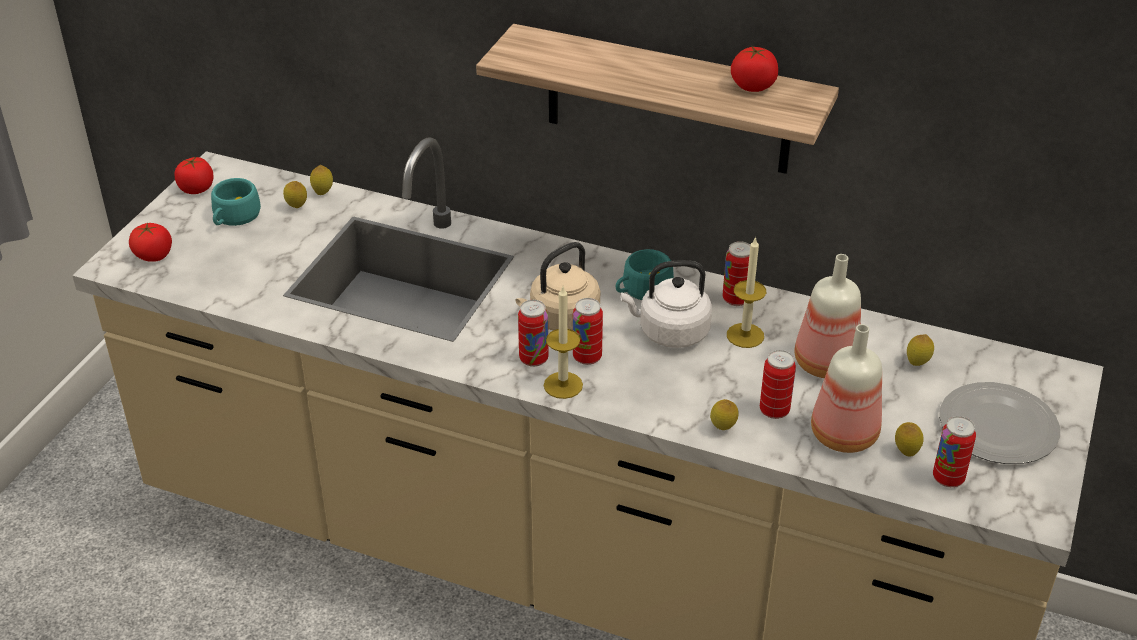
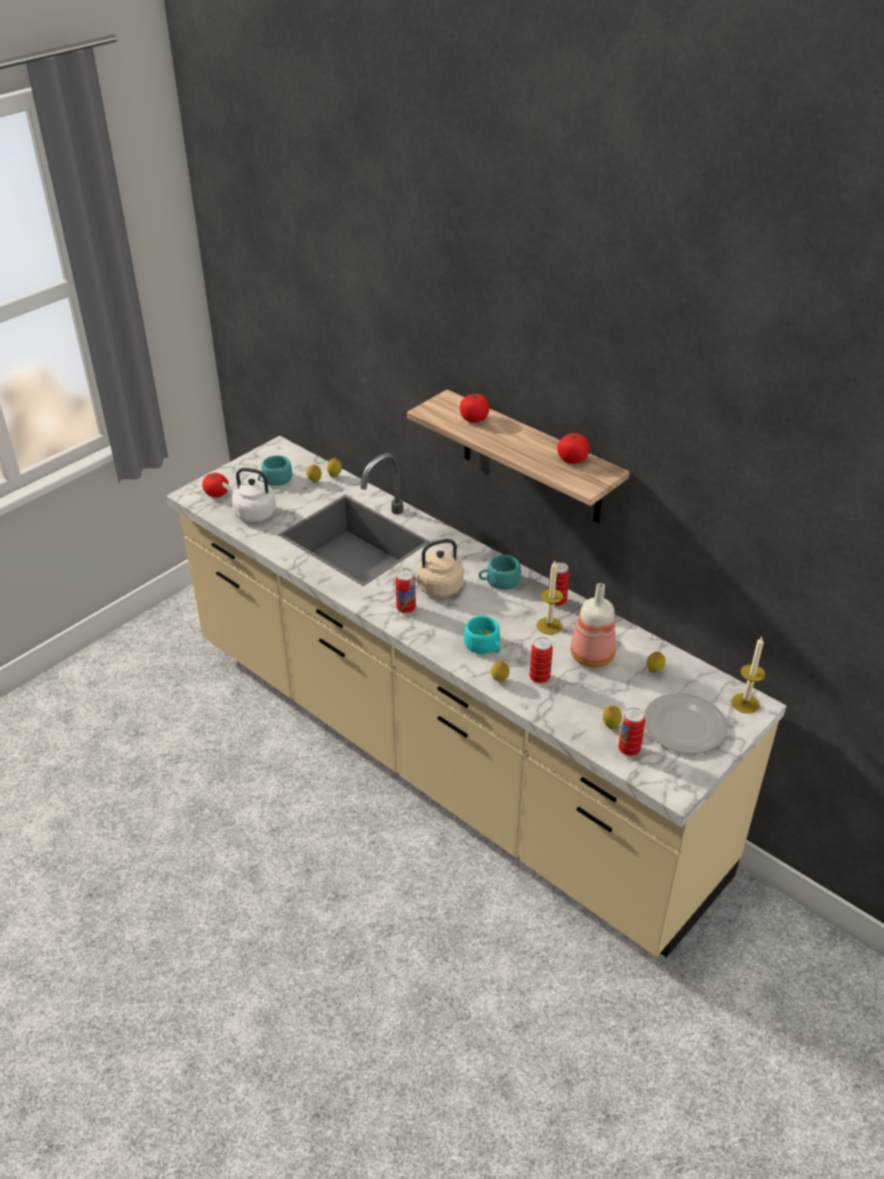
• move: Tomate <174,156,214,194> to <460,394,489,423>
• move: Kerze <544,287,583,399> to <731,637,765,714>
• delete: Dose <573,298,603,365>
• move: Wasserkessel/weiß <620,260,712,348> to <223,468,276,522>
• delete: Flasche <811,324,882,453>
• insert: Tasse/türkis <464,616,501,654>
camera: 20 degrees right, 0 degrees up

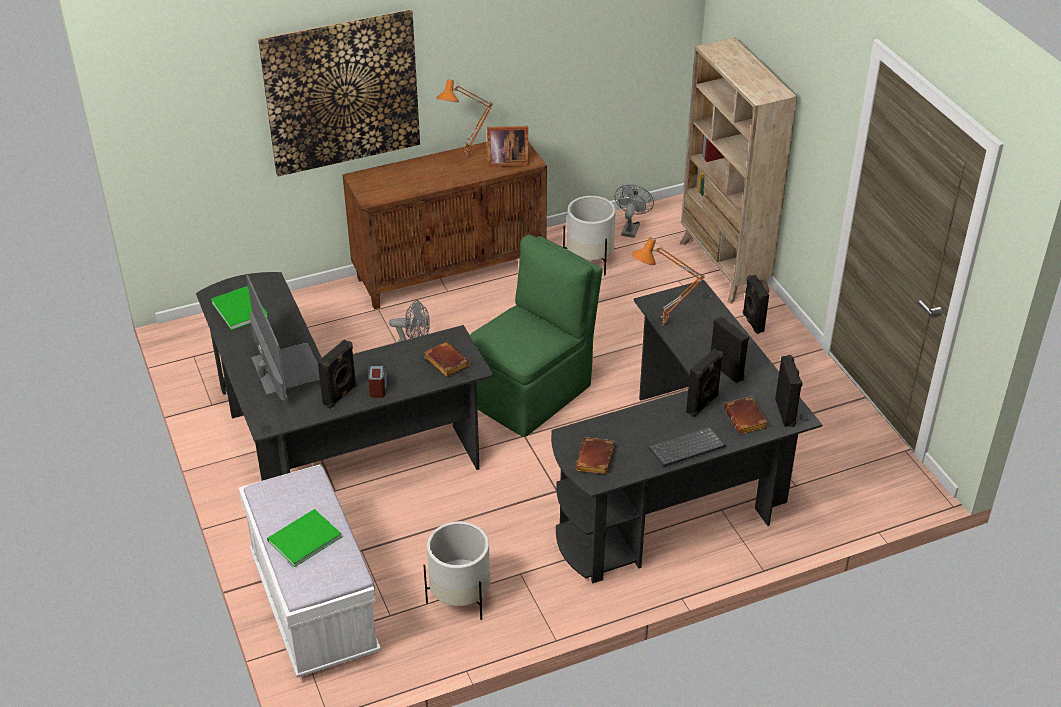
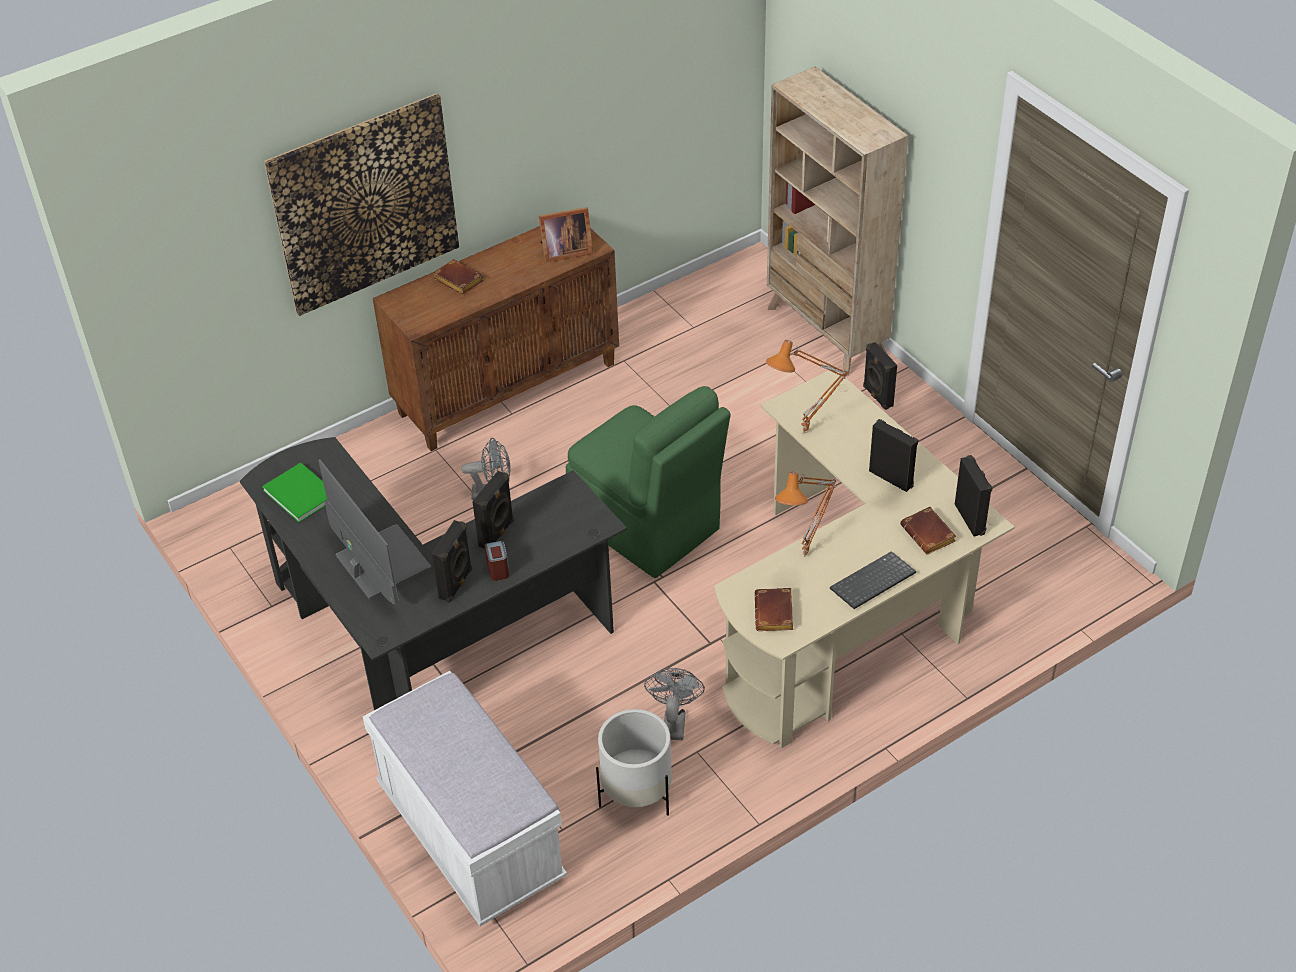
• delete: Buch/grün <267,509,342,567>
• move: Buch/braun <424,342,470,377> to <433,259,484,294>
• move: Tischlampe/orange <436,79,493,159> to <775,471,837,558>
• rotate: Stuhl/grün <470,235,603,437> = <566,386,731,578> 105 degrees clockwise
• recolor: Schreibtisch/schwarz <551,280,822,583> to Schreibtisch/beige <714,369,1015,749>
• delete: Pflanzkübel/weiß <563,196,616,275>
• move: Ventilator/grau <614,184,654,238> to <644,668,705,740>
• move: Lautsprecher/schwarz <686,349,723,417> to <472,471,514,550>
camera: 10 degrees left, 5 degrees up

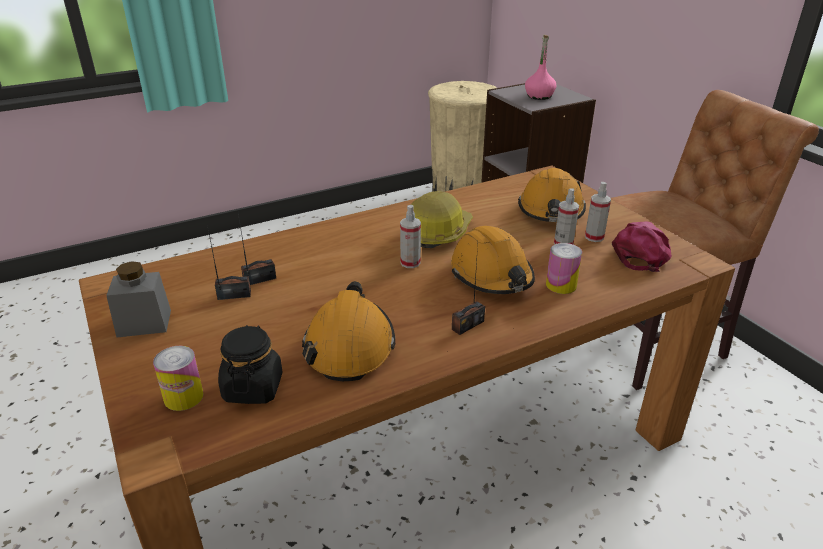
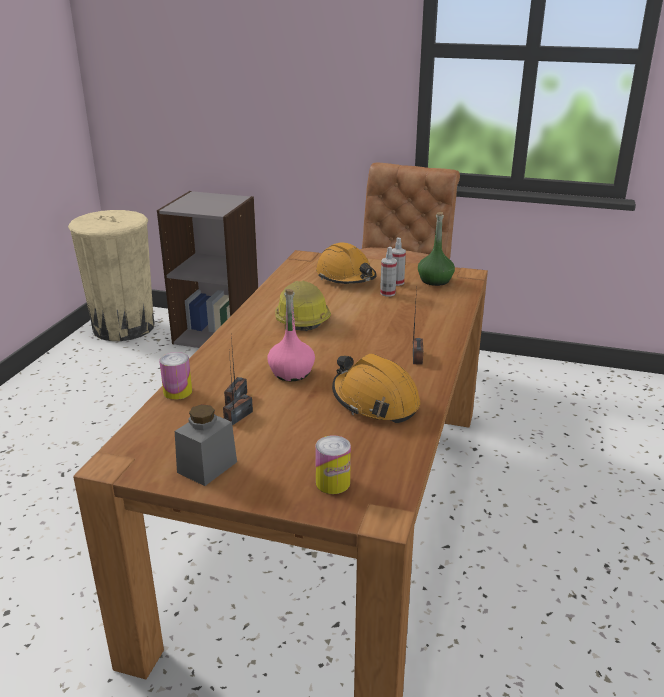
• delete: Vorratsglas/schwarz <218,325,282,404>
• delete: Sprühflasche <400,205,421,268>
• delete: Schutzhelm/orange <451,226,535,294>
• move: Flasche/rosa <525,35,556,100> to <267,289,315,381>
• move: Dose <546,243,582,294> to <159,352,192,400>
• replace: Kappe/rosa <612,221,672,272> to Flasche/grün <418,212,455,286>
camera: 45 degrees left, 5 degrees down

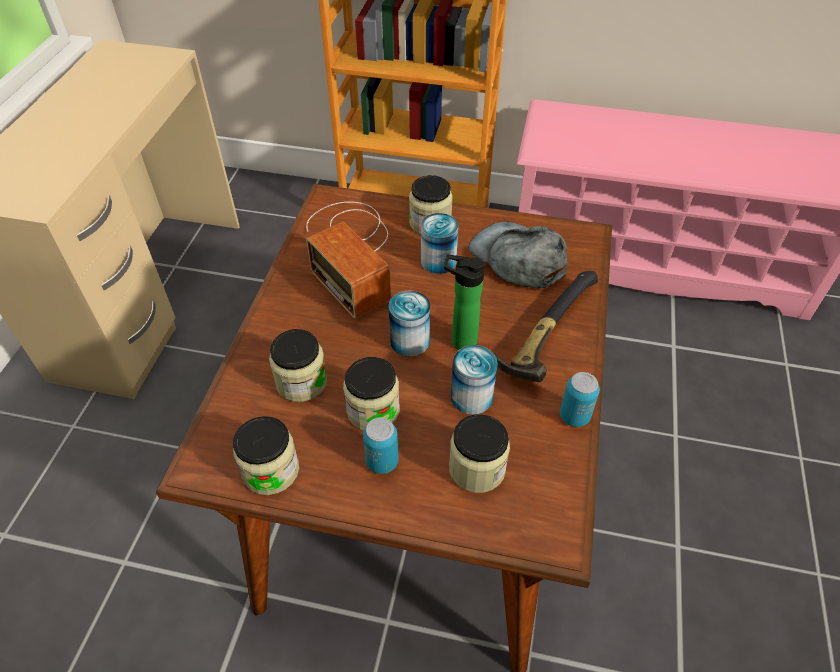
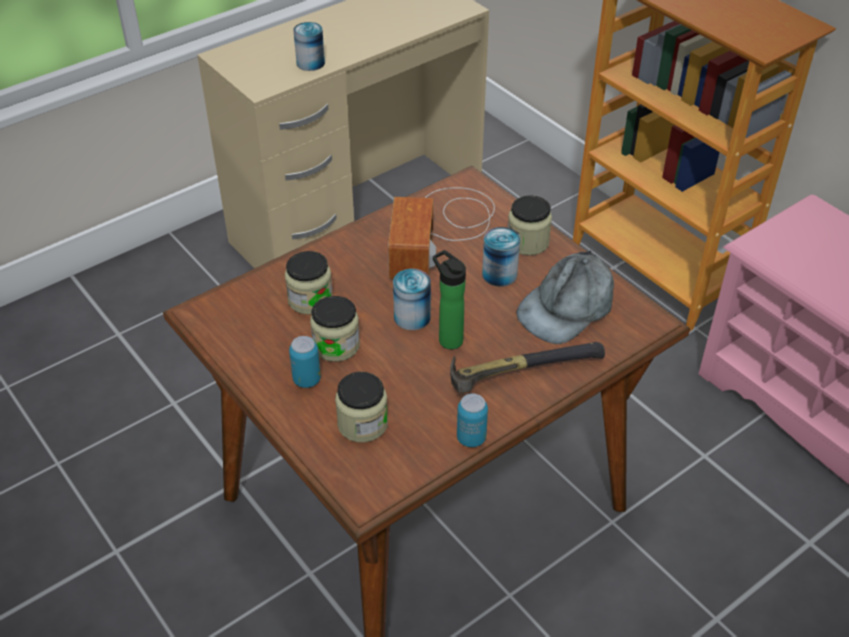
• delete: Vorratsglas <233,416,299,495>
• move: Dose <451,345,498,415> to <293,22,325,71>
• rotate: Kappe/grau <468,222,568,288> = <516,251,614,344> 135 degrees counterclockwise
camera: 40 degrees right, 5 degrees down

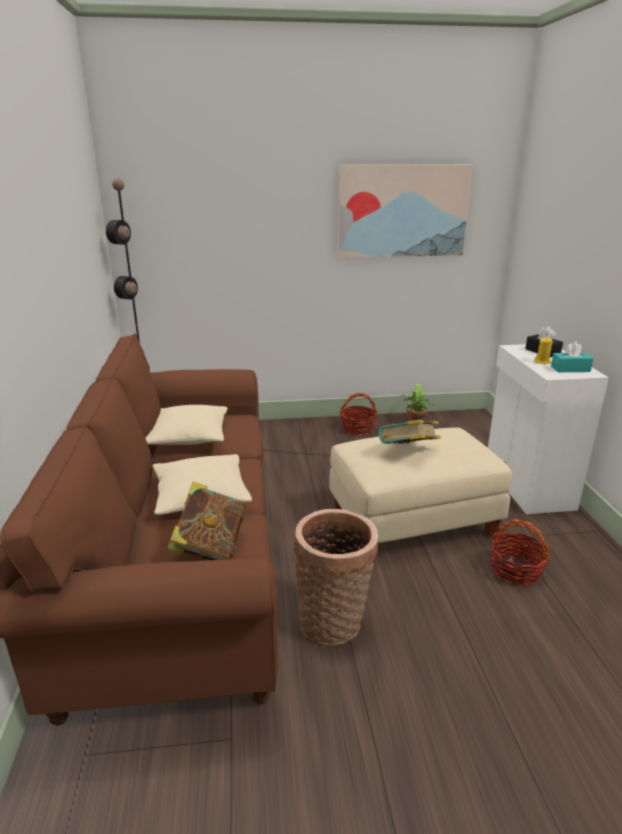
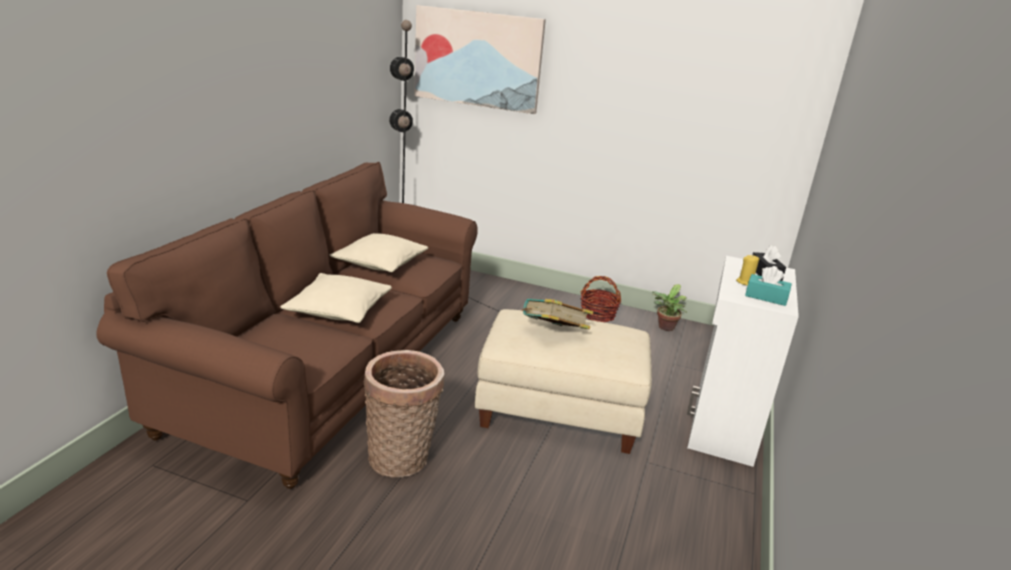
• delete: Buch <167,482,246,560>
• move: Bild <338,164,473,258> to <414,5,546,114>
• delete: Korb <491,520,550,586>
camera: 25 degrees right, 0 degrees up

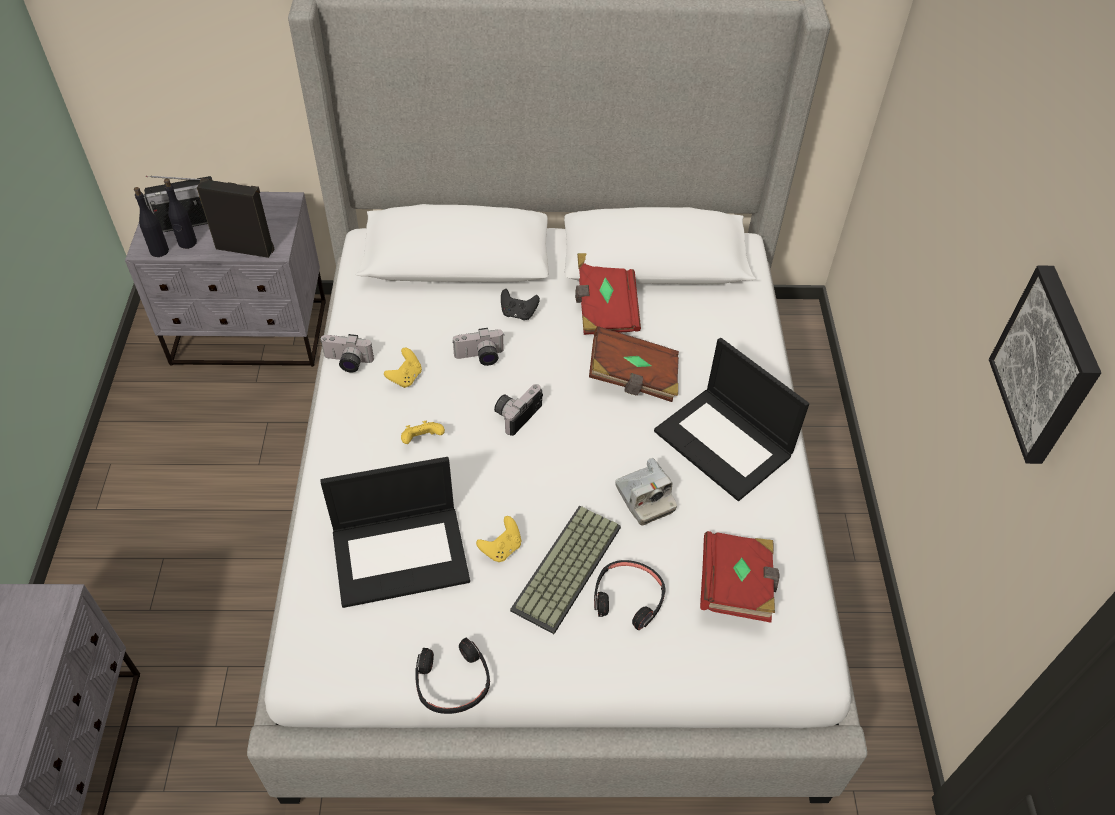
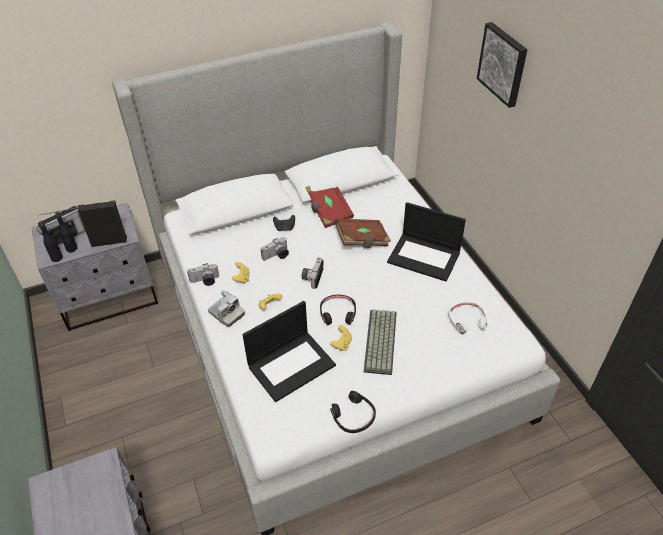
• move: Kopfhörer/schwarz <594,560,665,630> to <320,295,356,325>
• move: Kamera <615,458,677,526> to <208,290,245,327>
• replace: Buch/rot <700,531,780,623> to Kopfhörer/weiß <449,302,487,335>
• move: Bild <989,266,1101,464> to <477,22,527,108>
camera: 20 degrees left, 5 degrees down

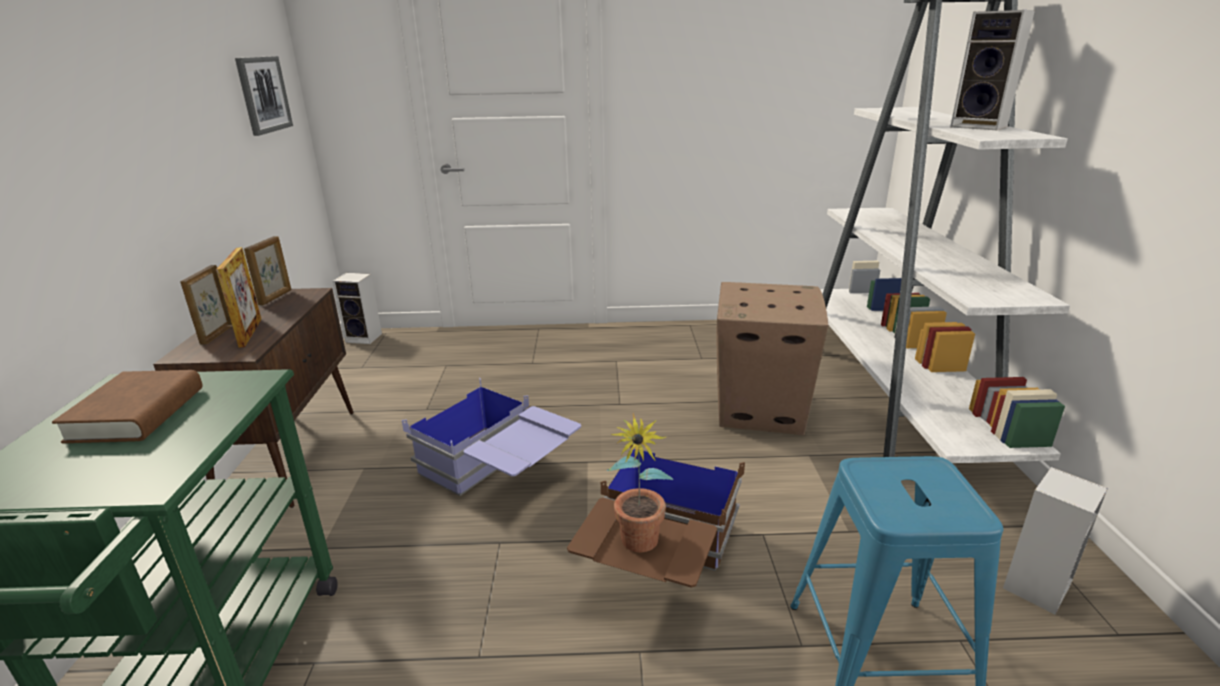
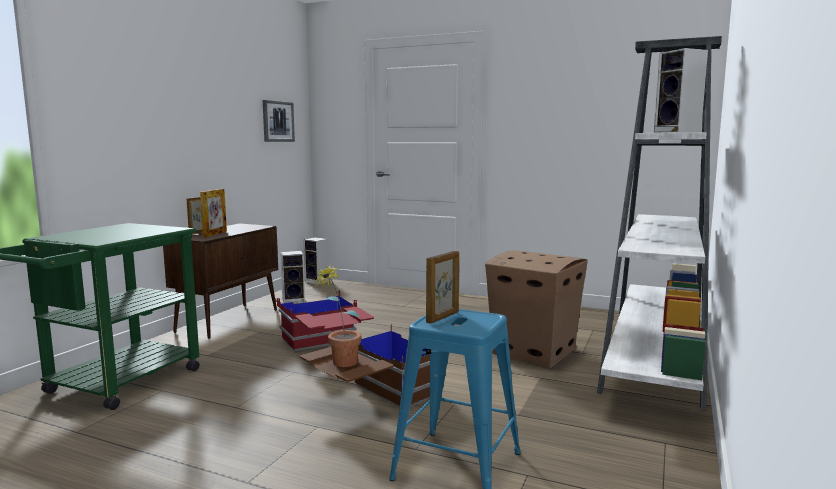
• delete: Buch/braun <52,370,202,443>
• move: Bilderrahmen <244,236,291,305> to <426,251,459,324>
• recolor: Aufbewahrungsbox/blau <402,378,581,496> to Aufbewahrungsbox/rot <277,290,374,351>
• move: Lautsprecher <1003,467,1108,615> to <280,251,305,304>
camera: 25 degrees right, 15 degrees down

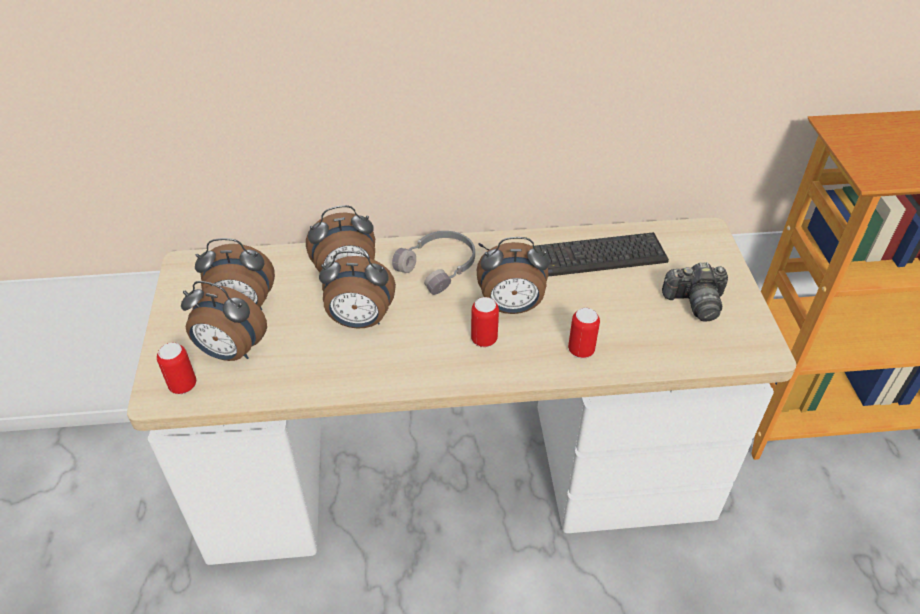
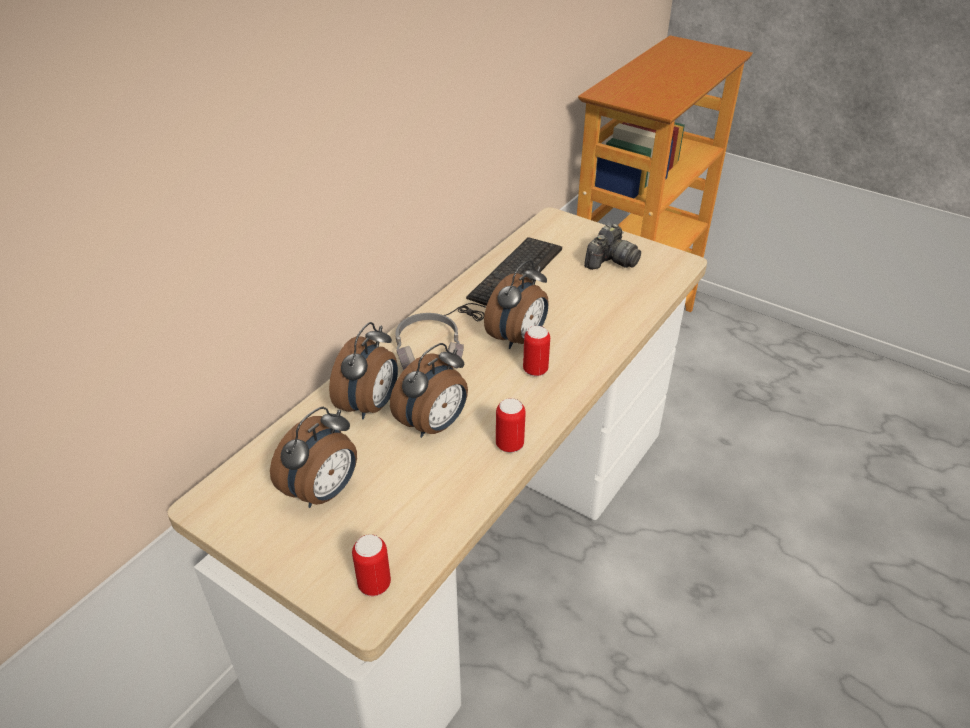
• delete: Wecker <181,281,267,361>
• move: Dose <568,308,600,358> to <496,398,526,453>
camera: 50 degrees left, 5 degrees down

